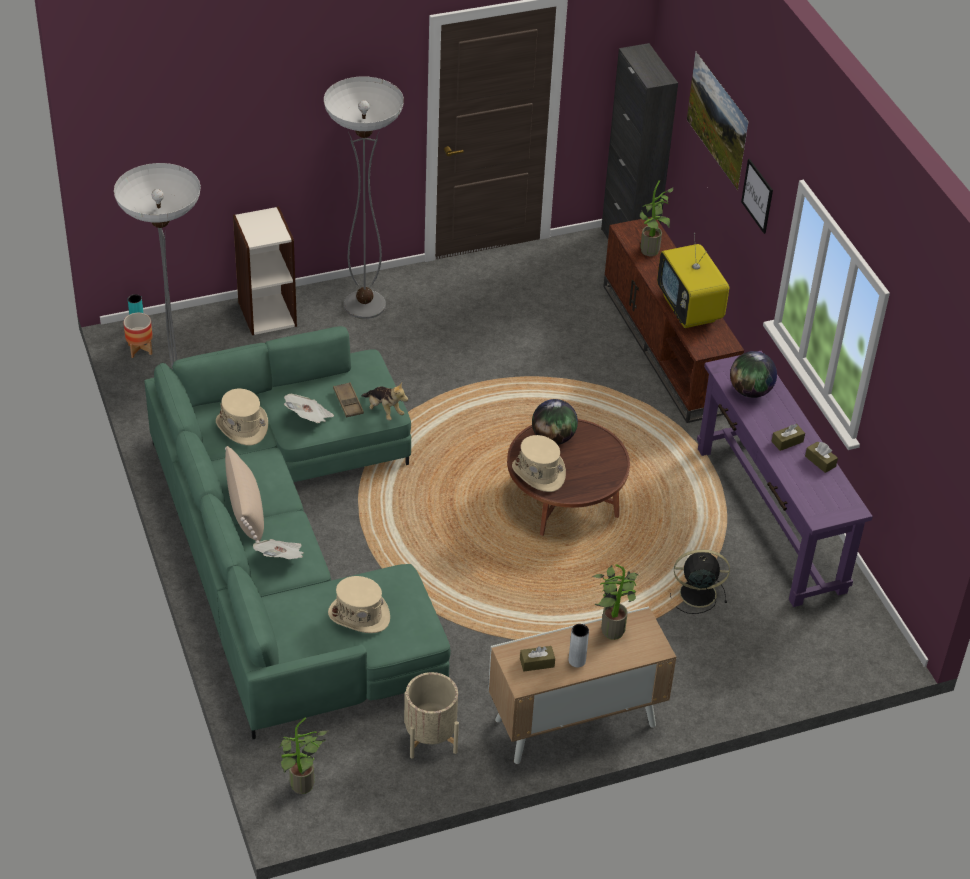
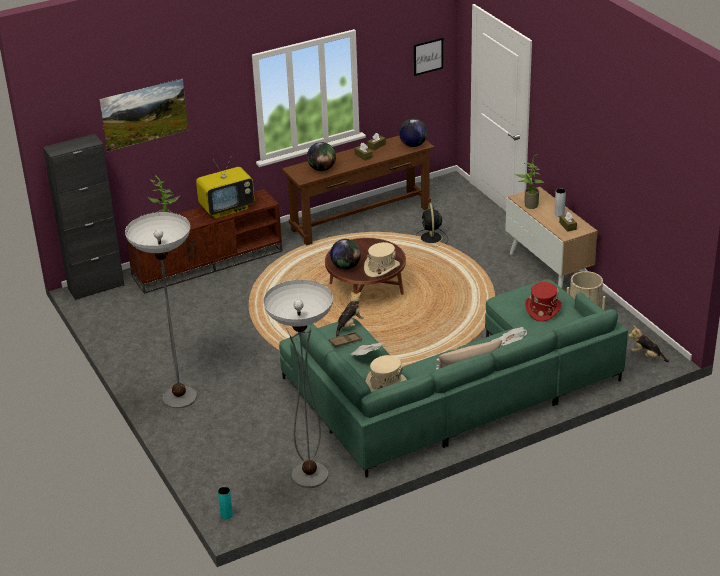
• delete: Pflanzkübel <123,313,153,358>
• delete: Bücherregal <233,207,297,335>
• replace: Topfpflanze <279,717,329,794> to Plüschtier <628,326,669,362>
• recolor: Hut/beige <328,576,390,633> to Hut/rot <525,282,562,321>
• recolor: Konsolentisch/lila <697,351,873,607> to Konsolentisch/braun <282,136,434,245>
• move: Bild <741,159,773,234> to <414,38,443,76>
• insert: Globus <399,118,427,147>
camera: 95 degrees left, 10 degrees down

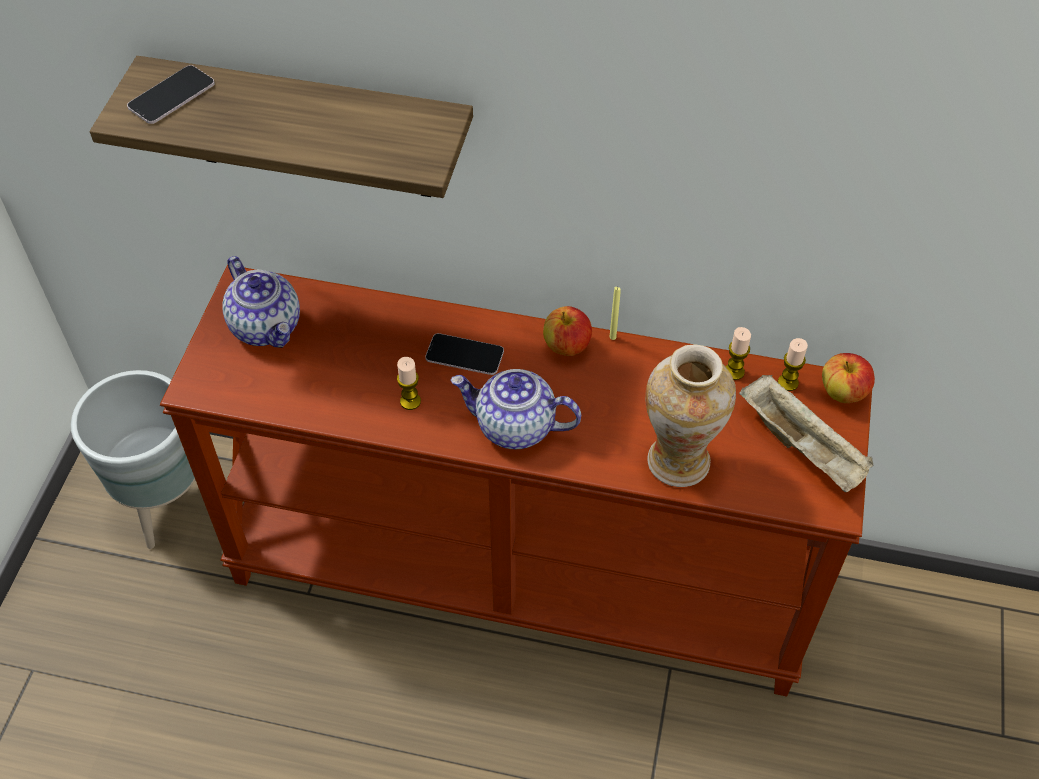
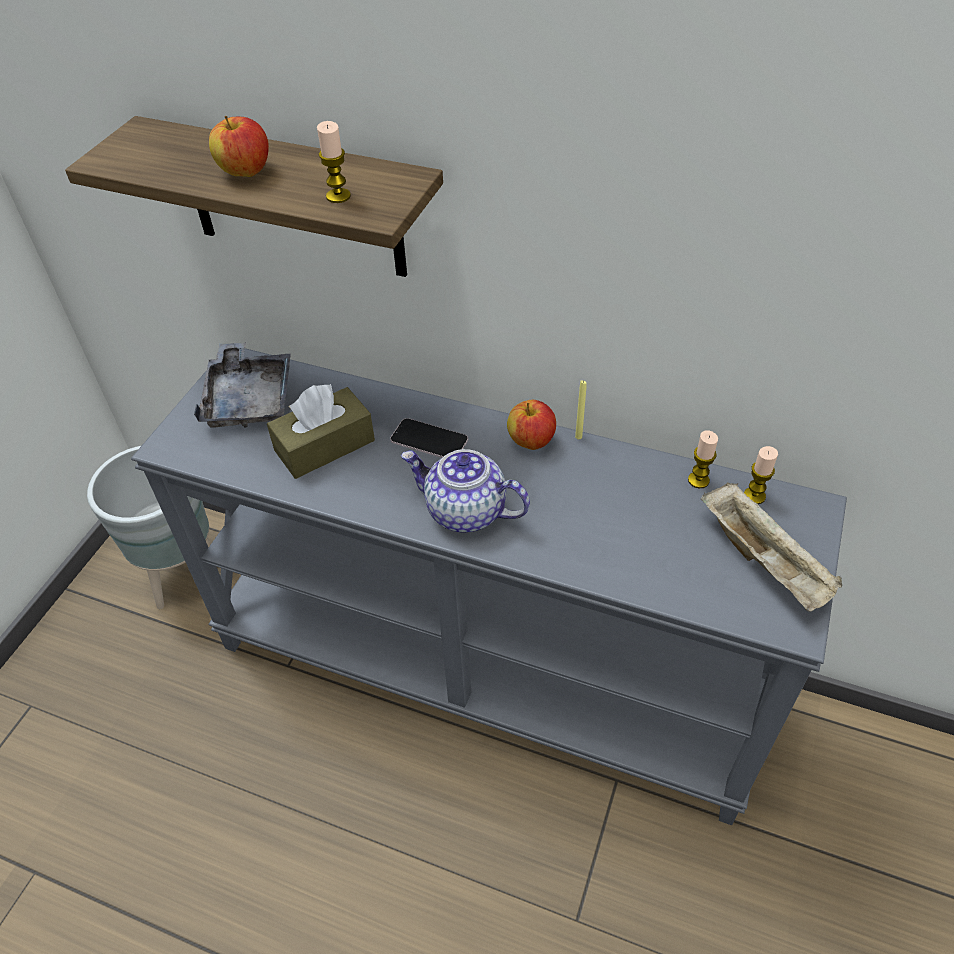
• delete: Handy <127,65,215,124>
• recolor: Konsolentisch/braun <160,265,872,697> to Konsolentisch/grau <131,348,847,825>
• replace: Teekanne <222,256,300,348> to Tablett/grau <194,342,291,428>
• move: Kerze <397,357,421,410> to <317,121,351,203>
• delete: Vase <645,345,736,487>
• move: Apfel <822,353,875,403> to <209,116,269,177>
• insert: Taschentuchbox/braun <267,384,375,479>
camera: 10 degrees right, 5 degrees down

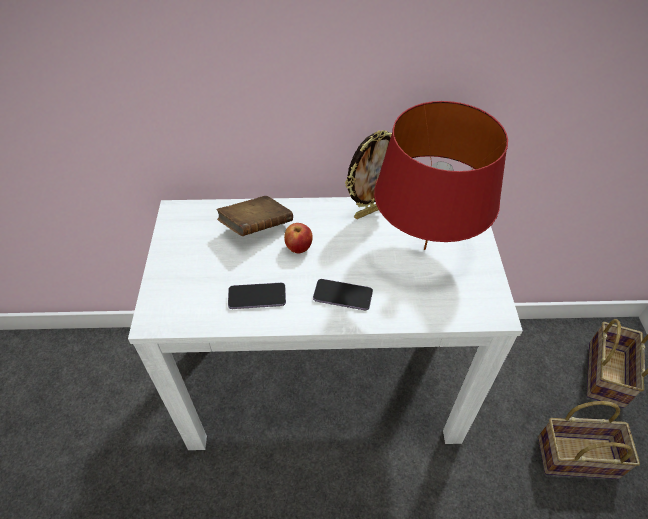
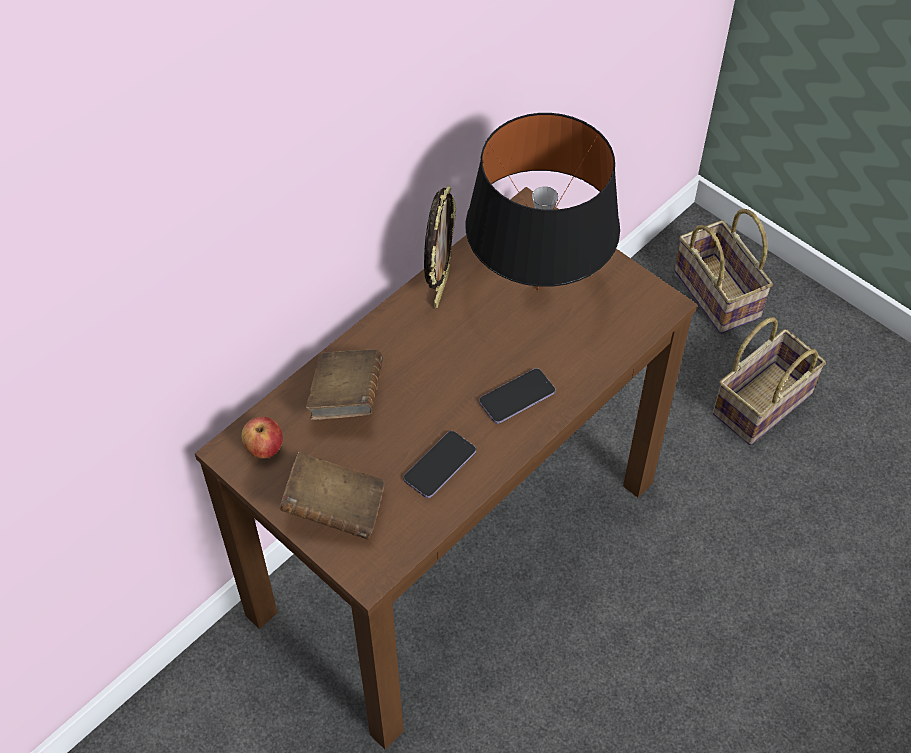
• recolor: Konsolentisch/weiß <128,197,523,450> to Konsolentisch/braun <195,187,697,749>
• move: Apfel <284,223,313,254> to <241,417,283,459>
• recolor: Tischlampe/rot <374,101,508,250> to Tischlampe/schwarz <466,113,620,291>
• insert: Buch/braun <280,452,385,540>
camera: 45 degrees left, 5 degrees up

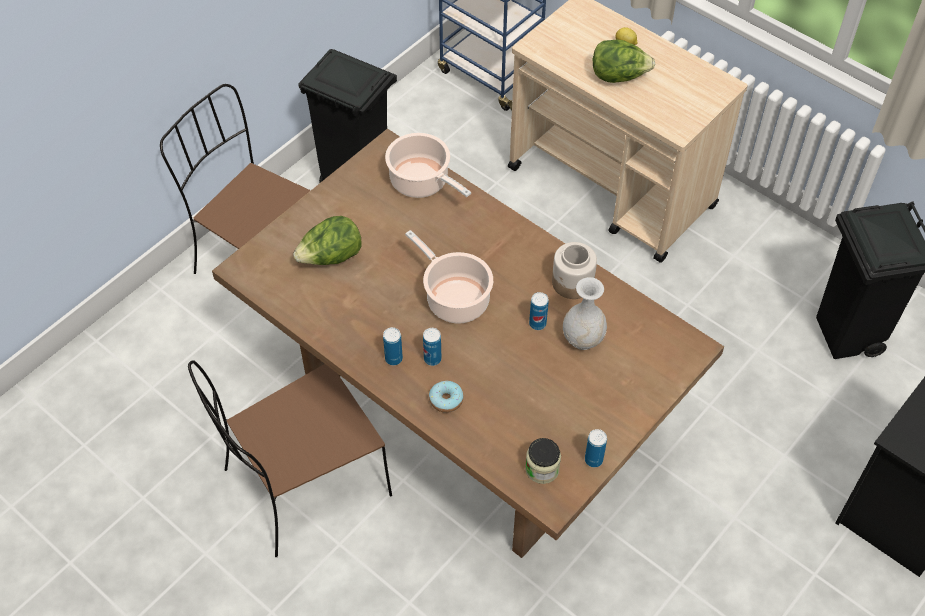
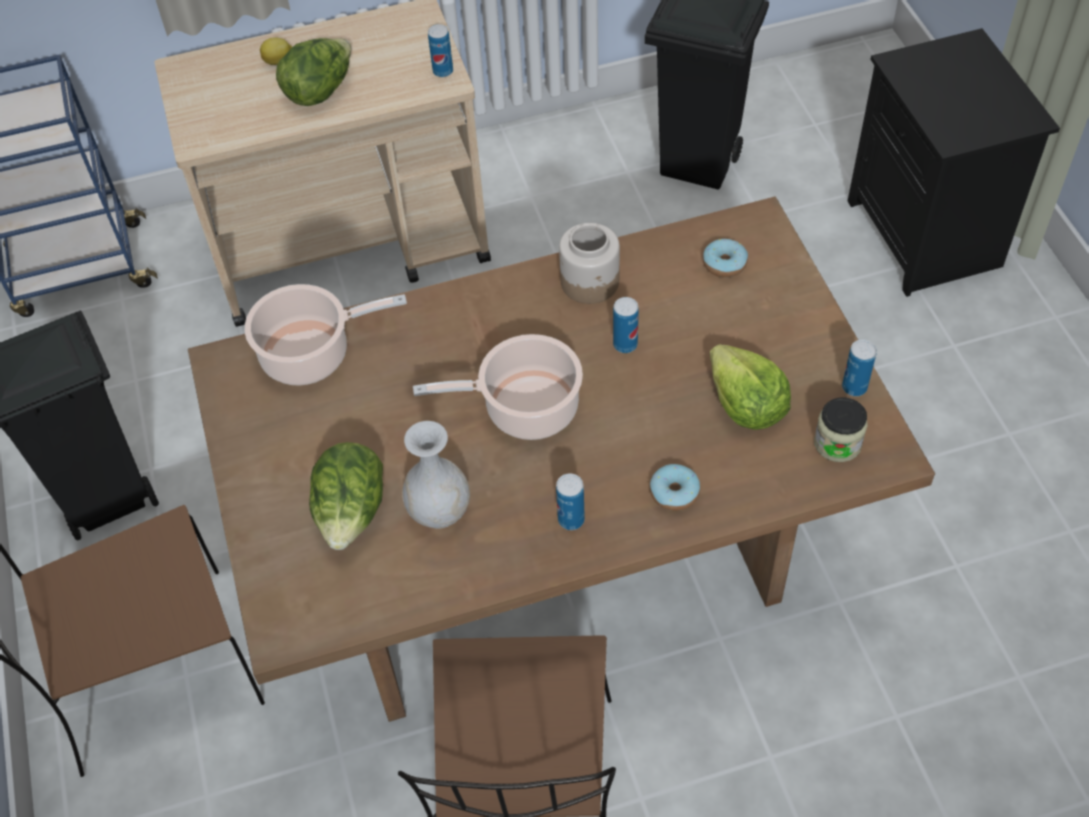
• move: Dose <423,328,442,366> to <428,24,453,77>
• move: Vase/weiß <563,277,607,350> to <402,421,470,529>
• insert: Donut <703,239,748,278>
• insert: Salatkopf <710,344,791,430>
camera: 55 degrees left, 0 degrees up

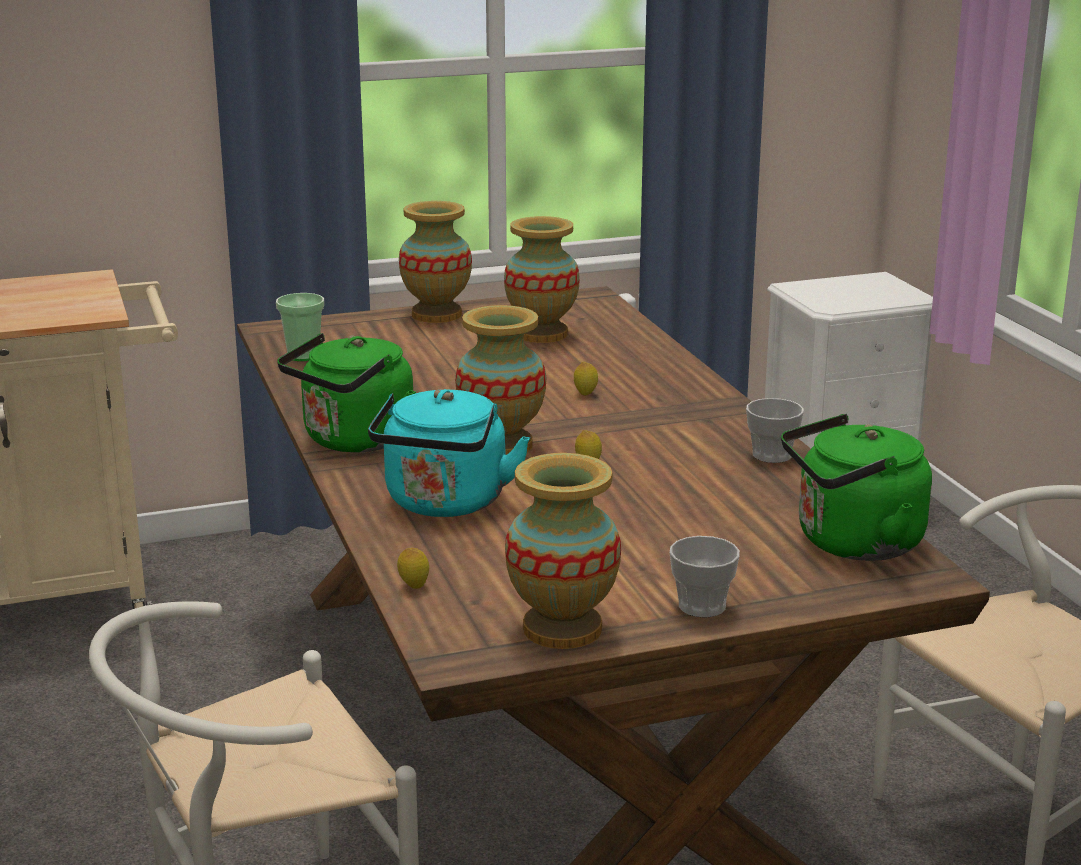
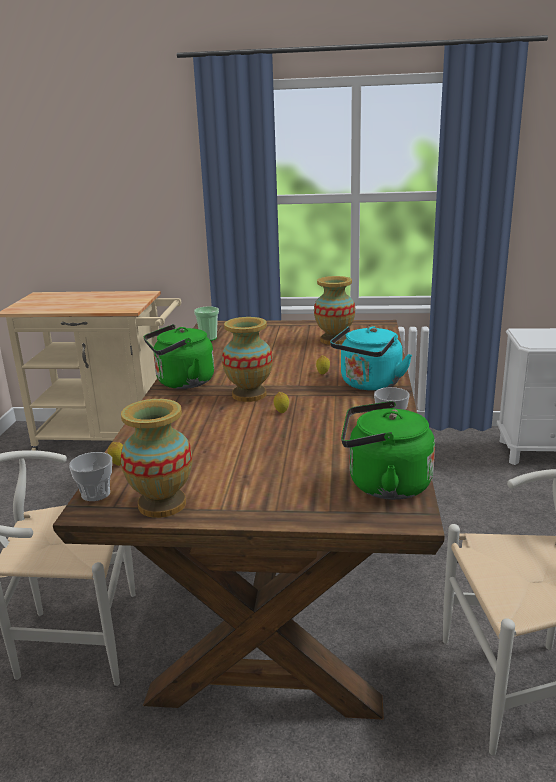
• move: Wasserkessel/türkis <368,389,530,517> to <330,326,412,391>
• delete: Vase <399,201,472,323>
• move: Tasse <670,536,740,618> to <69,452,112,501>
camera: 25 degrees right, 0 degrees up

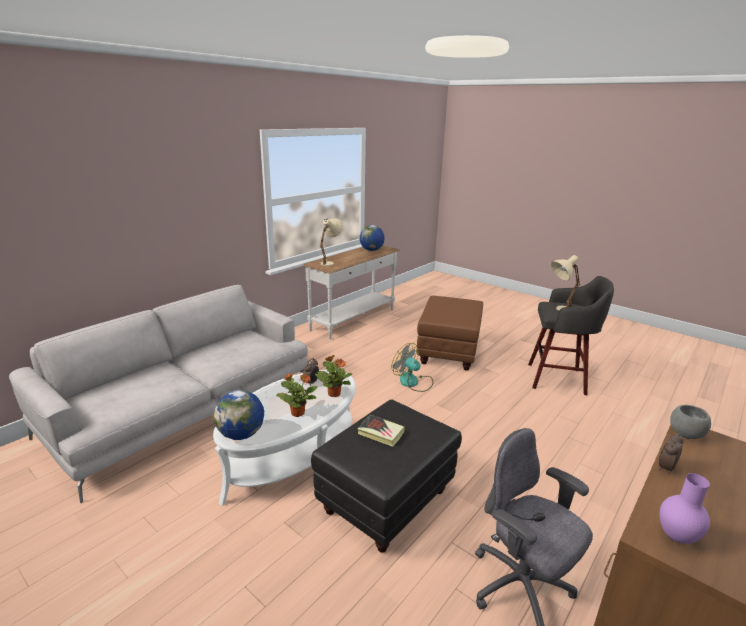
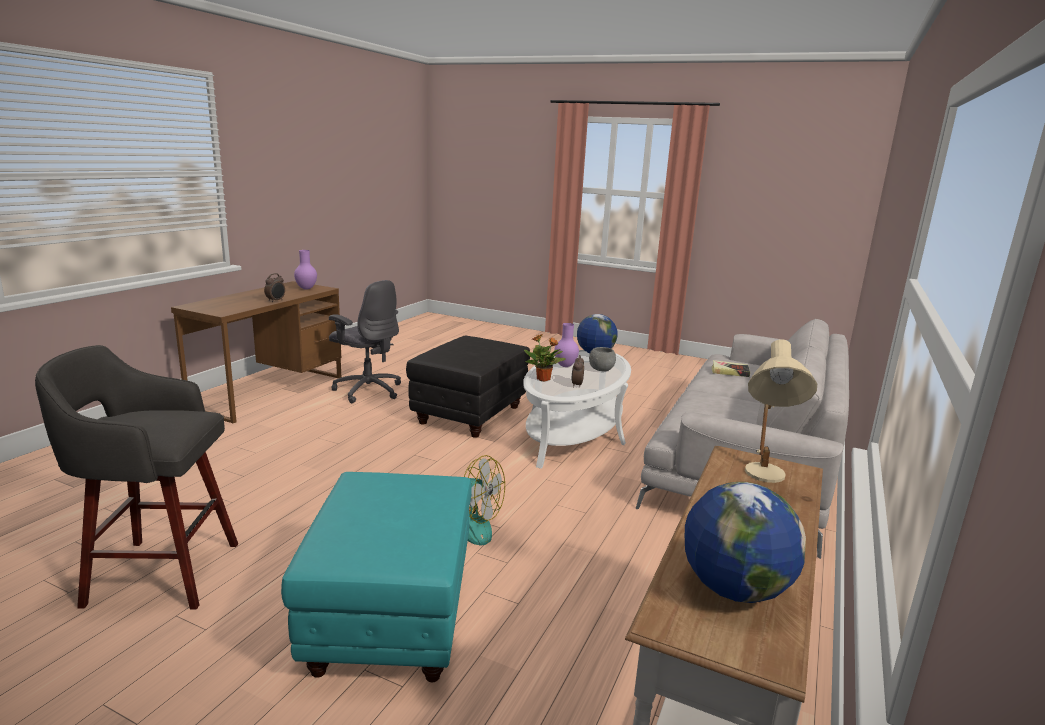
• replace: Topfpflanze <276,373,318,417> to Vase/lila <554,323,579,367>
• move: Buch <357,415,405,447> to <712,360,750,377>
• recolor: Polsterhocker/braun <417,295,483,371> to Polsterhocker/türkis <281,472,472,682>
• delete: Tischlampe/beige <551,255,580,311>
• move: Schüssel/grau <670,405,711,439> to <589,347,616,371>
camera: 165 degrees right, 5 degrees down

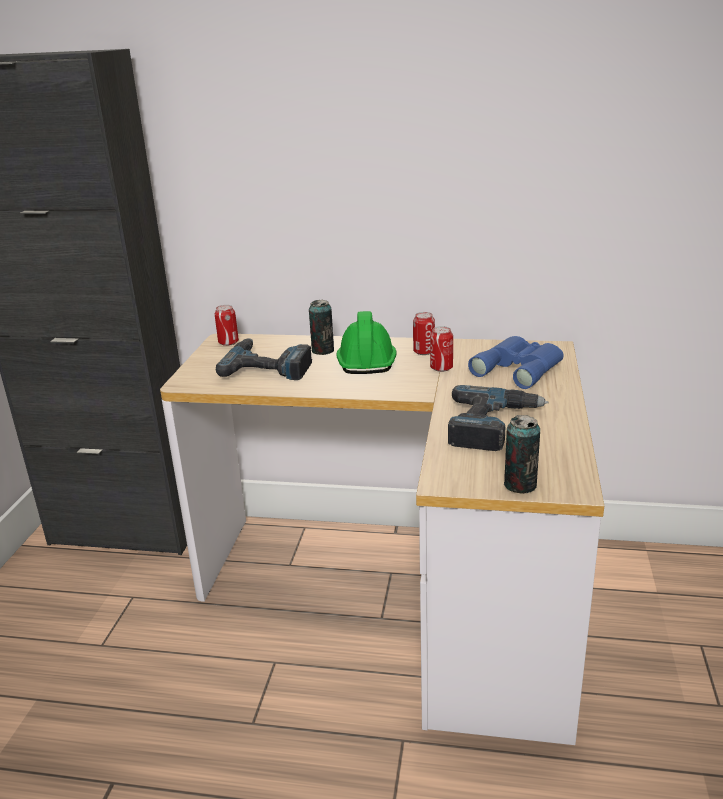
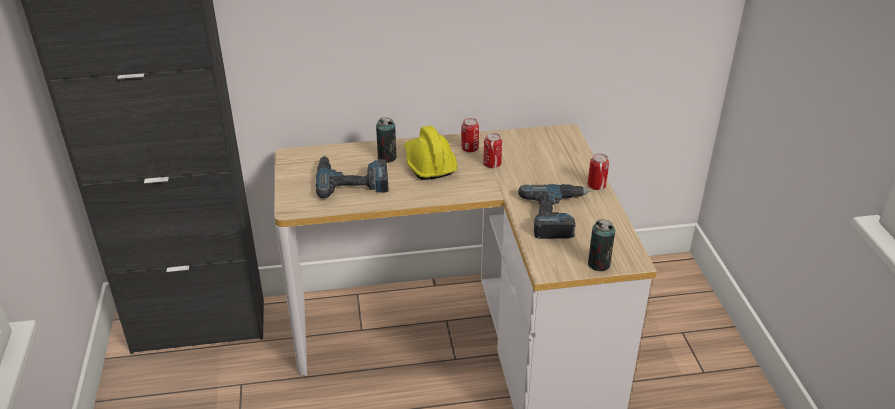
• move: Dose <215,305,239,346> to <587,153,609,190>
• recolor: Schutzhelm/grün <336,311,397,374> to Schutzhelm/gelb <404,126,457,180>
• delete: Fernglas/blau <468,336,563,389>
camera: 20 degrees left, 10 degrees up

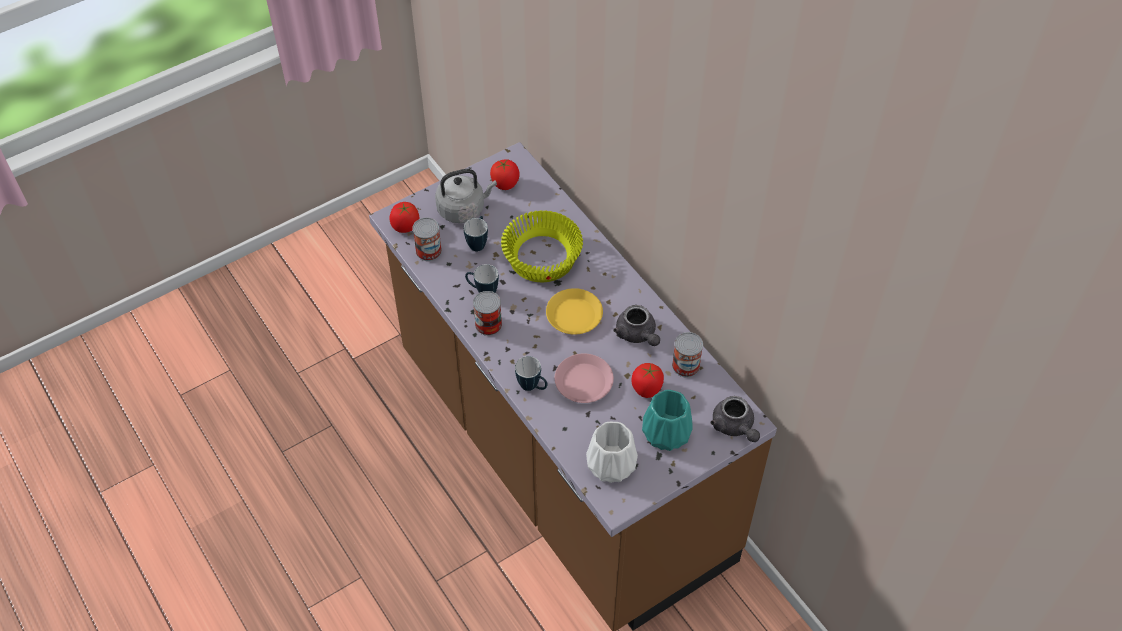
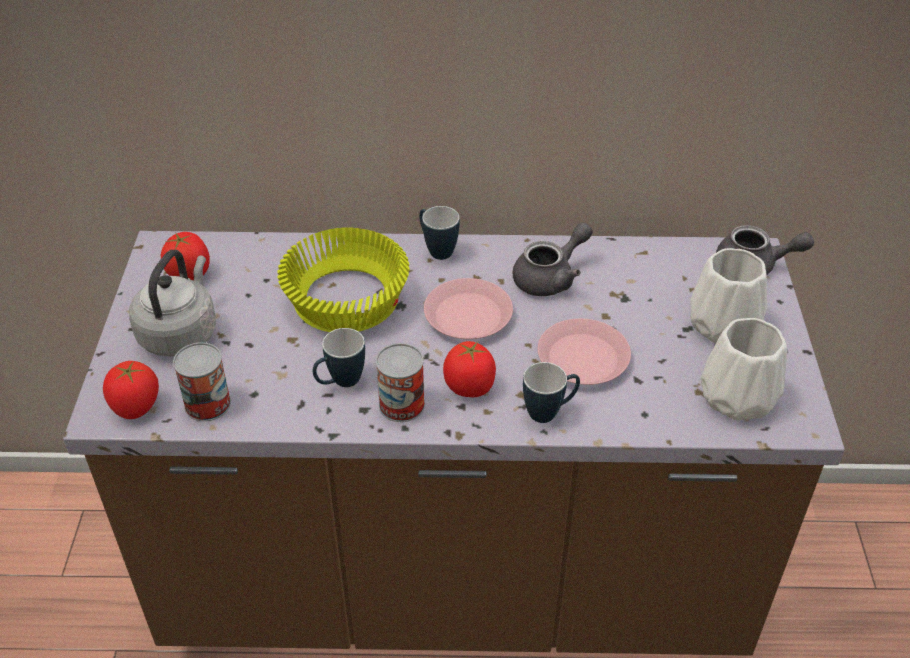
• move: Henkelbecher <464,216,488,251> to <419,206,460,260>
• recolor: Teller/gelb <546,288,603,335> to Teller/rosa <424,278,513,339>
• rotate: Teekanne/grau <613,305,660,346> = <513,222,593,296> 45 degrees counterclockwise
• move: Tomate <631,363,664,398> to <443,341,496,397>
• recolor: Vase/türkis <642,390,693,451> to Vase/weiß <690,248,767,343>
• delete: Dose <672,332,703,377>
camera: 55 degrees left, 10 degrees down

